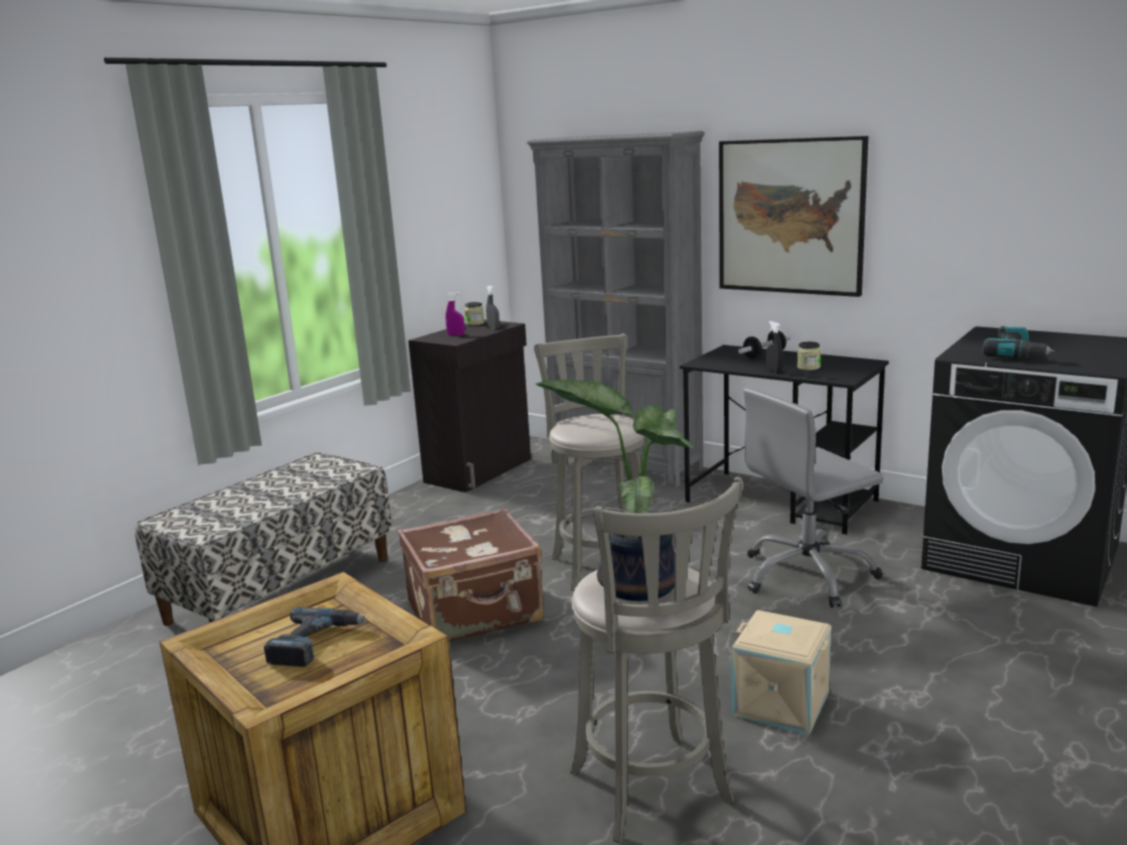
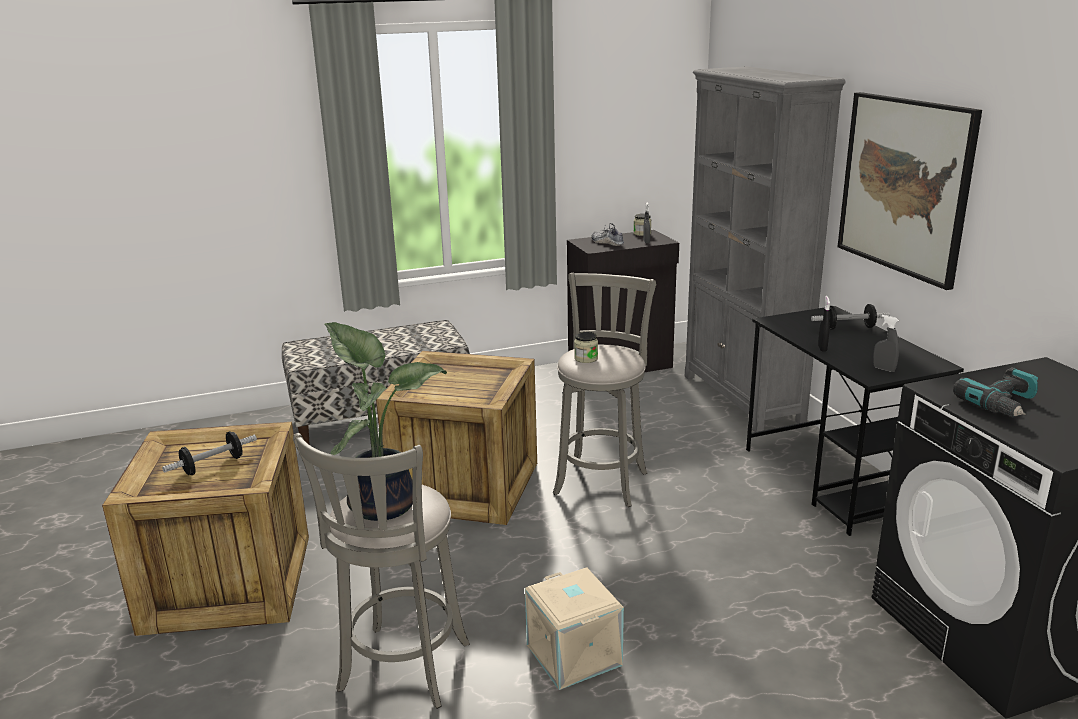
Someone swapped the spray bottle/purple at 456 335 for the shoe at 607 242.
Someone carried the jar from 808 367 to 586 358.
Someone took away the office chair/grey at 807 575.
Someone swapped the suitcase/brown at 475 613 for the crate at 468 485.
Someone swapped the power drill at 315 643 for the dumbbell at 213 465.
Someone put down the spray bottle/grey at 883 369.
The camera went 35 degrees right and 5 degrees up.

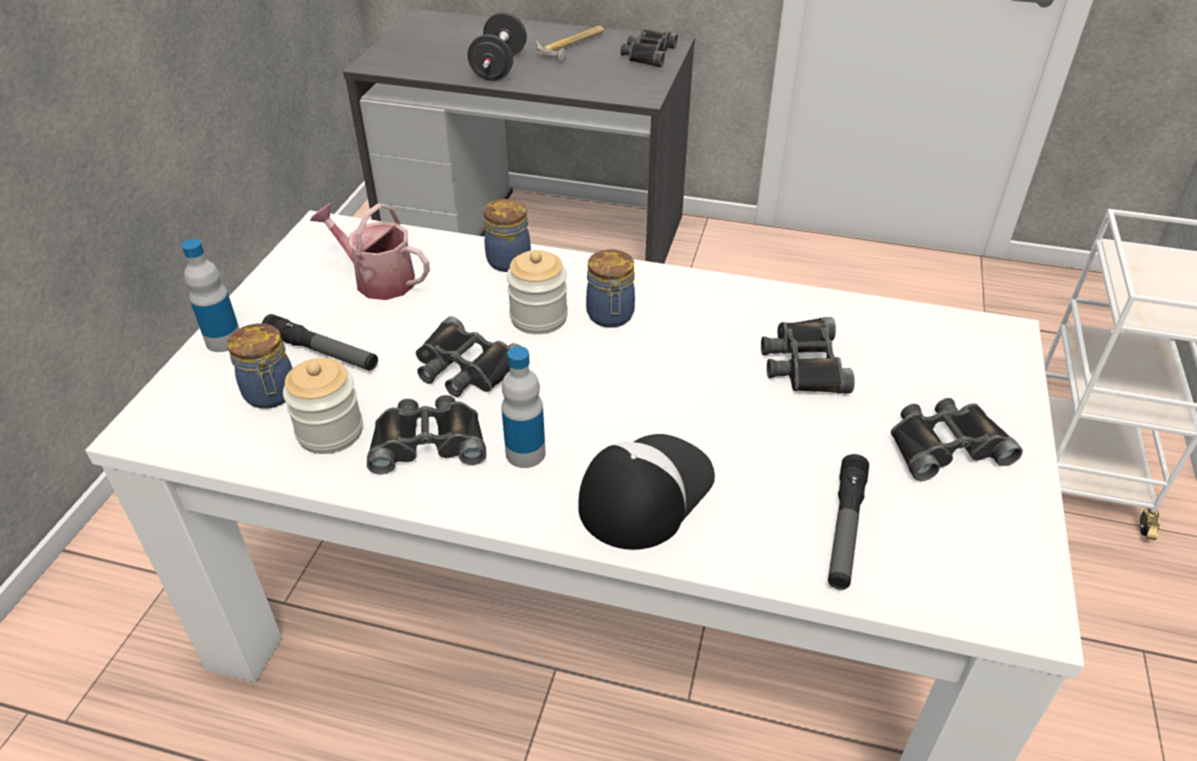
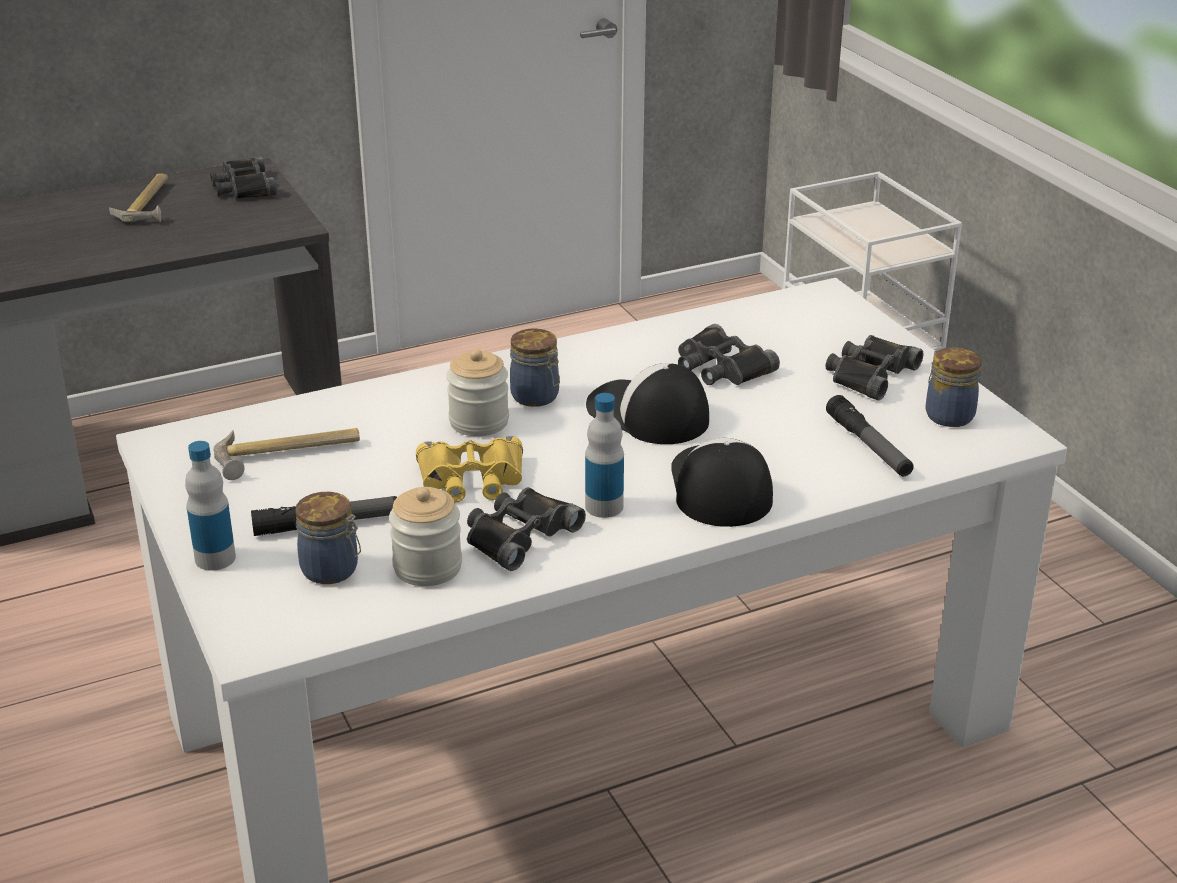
Someone took away the dumbbell/black at 499 67.
Someone carried the jar from 509 260 to 947 415.
Someone swapped the watering can at 378 279 for the hammer at 288 456.
Someone repainted the binoculars/black at 465 368, which became the binoculars/yellow at 471 479.
Someone put down the cap at 647 414.
The camera went 40 degrees left and 10 degrees down.

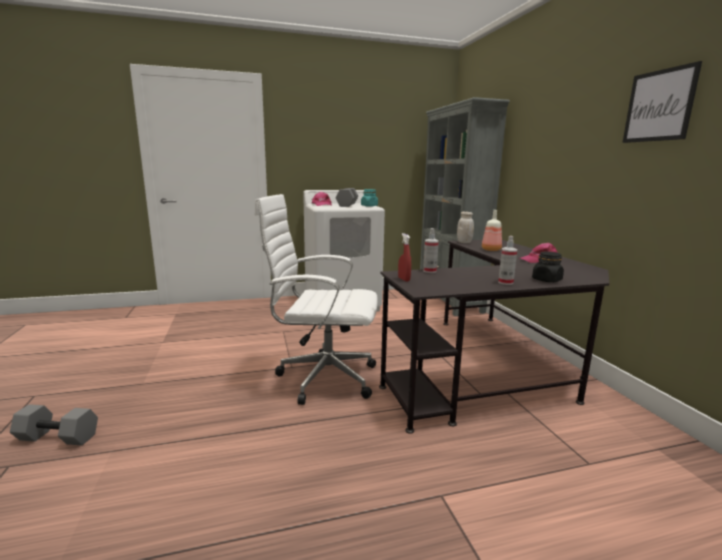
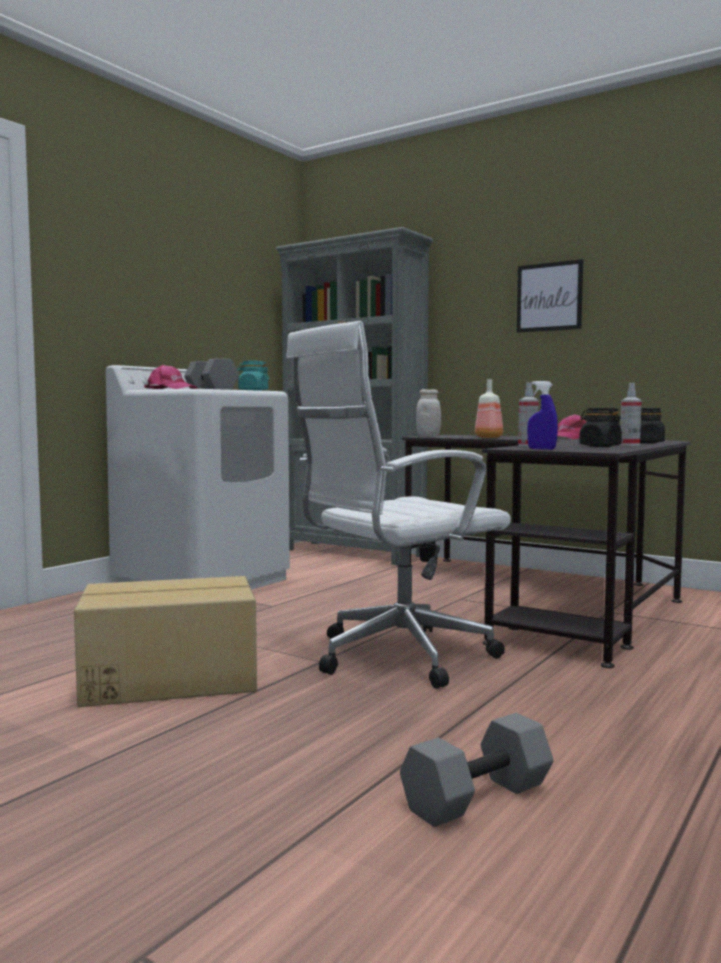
Someone carried the picture from 659 105 to 549 297.
Someone repainted the spray bottle/red at 404 279, which became the spray bottle/blue at 541 449.
Someone carried the dumbbell/grey from 59 437 to 476 796.
Someone put down the jar/black at 599 446.
Someone put down the cardboard box at 169 680.
The camera went 40 degrees left and 10 degrees down.

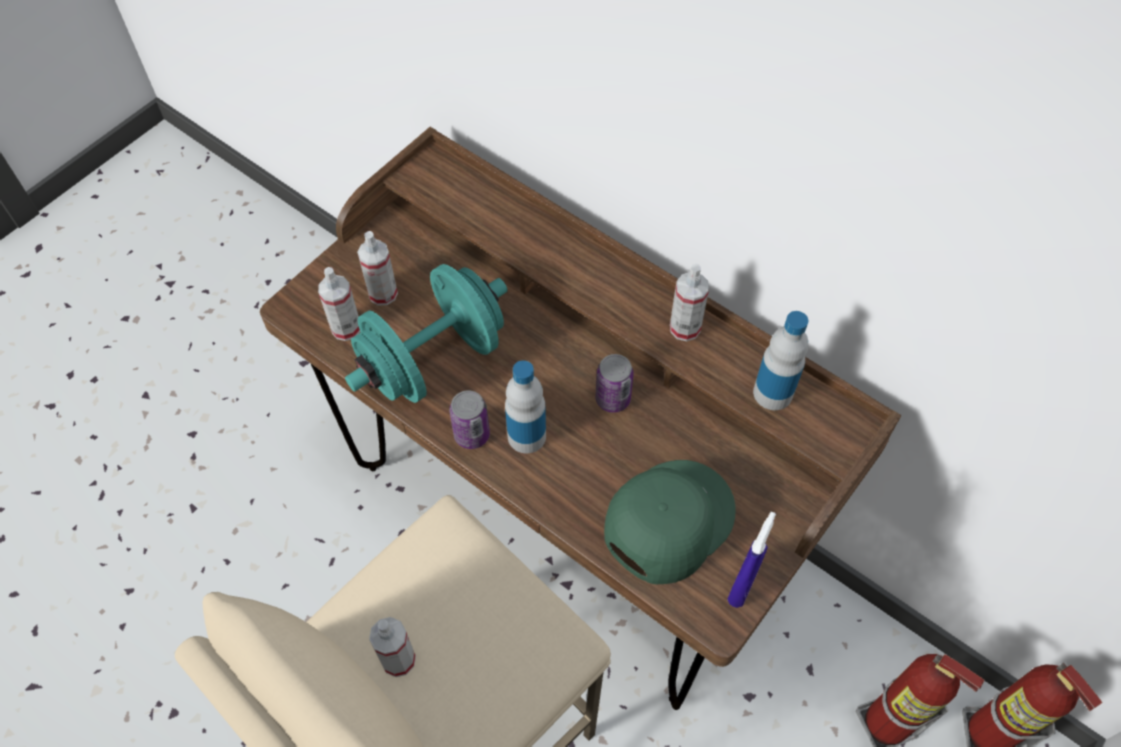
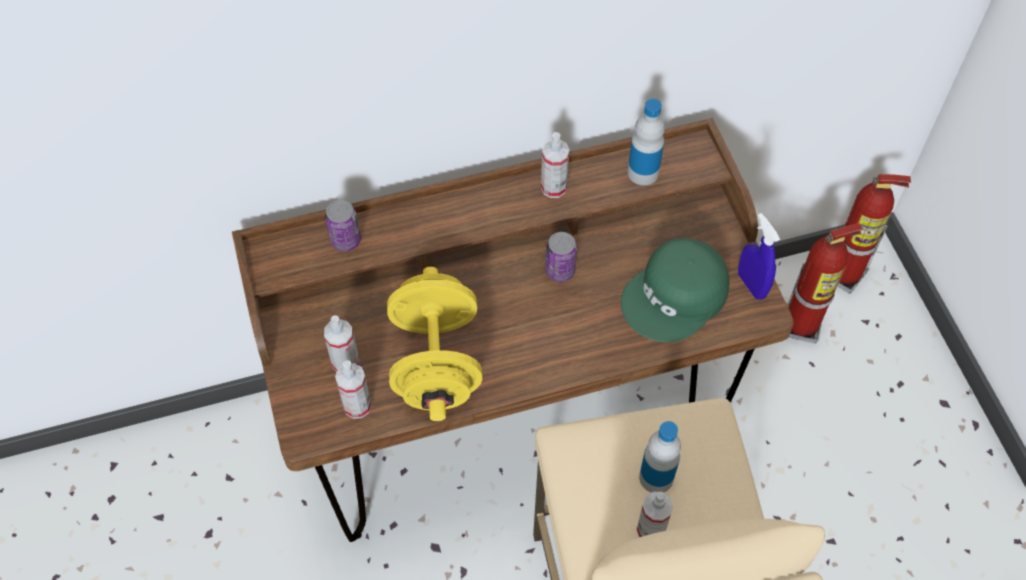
Someone repainted the dumbbell/turquoise at 433 360, which became the dumbbell/yellow at 436 363.
Someone carried the bottle from 526 436 to 656 477.
Someone carried the can from 472 434 to 345 240.
Someone rotated the cap/green at 667 520 by 120 degrees counterclockwise.
The camera went 55 degrees left and 0 degrees up.

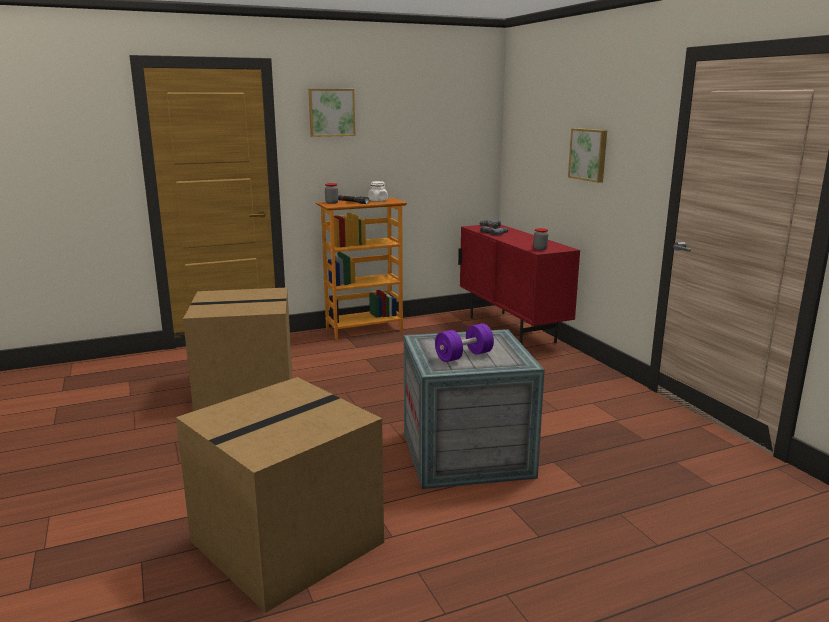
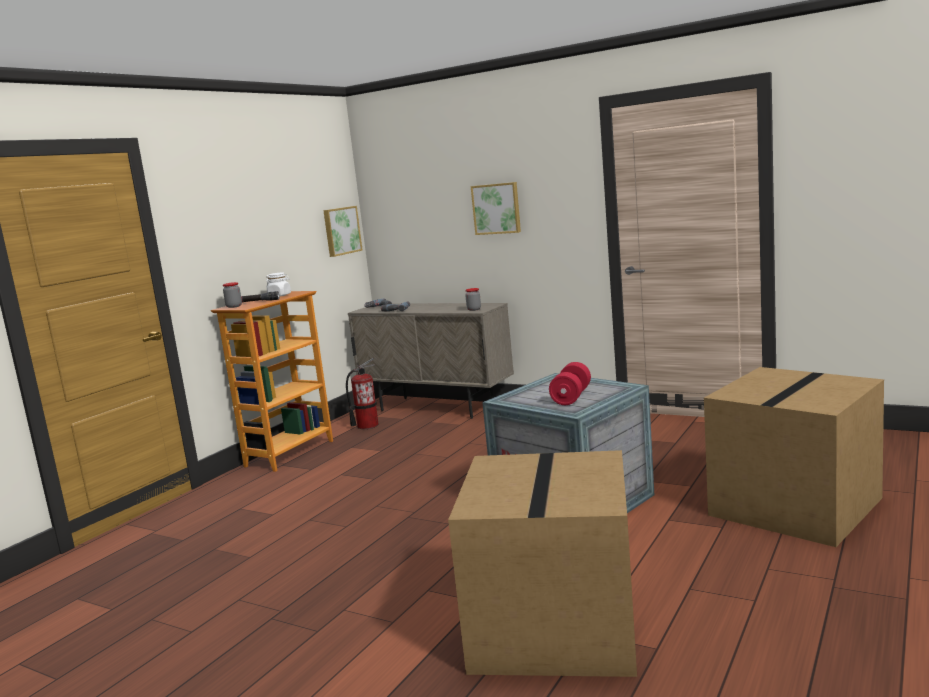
Someone carried the picture from 331 112 to 341 231.
Someone repainted the cabinet/red at 511 330, which became the cabinet/beige at 437 408.
Someone carried the cardboard box from 244 388 to 796 508.
Someone repainted the dumbbell/purple at 464 356, which became the dumbbell/red at 571 397.
Someone put down the fire extinguisher at 367 426.
The camera went 35 degrees left and 5 degrees down.

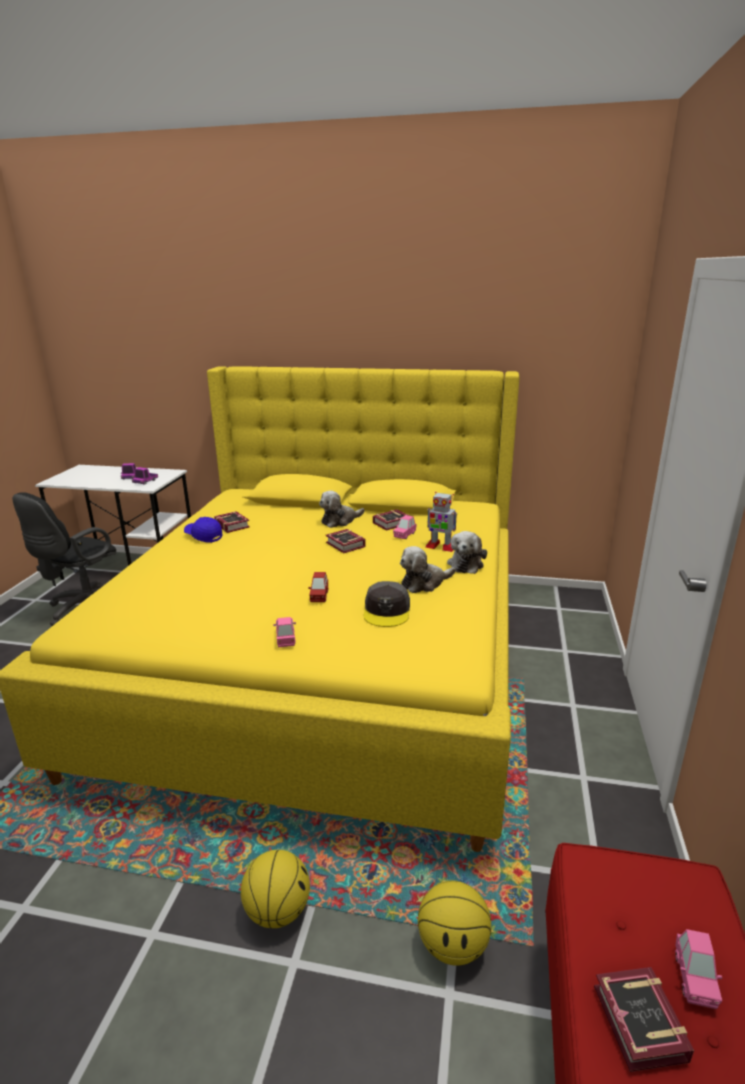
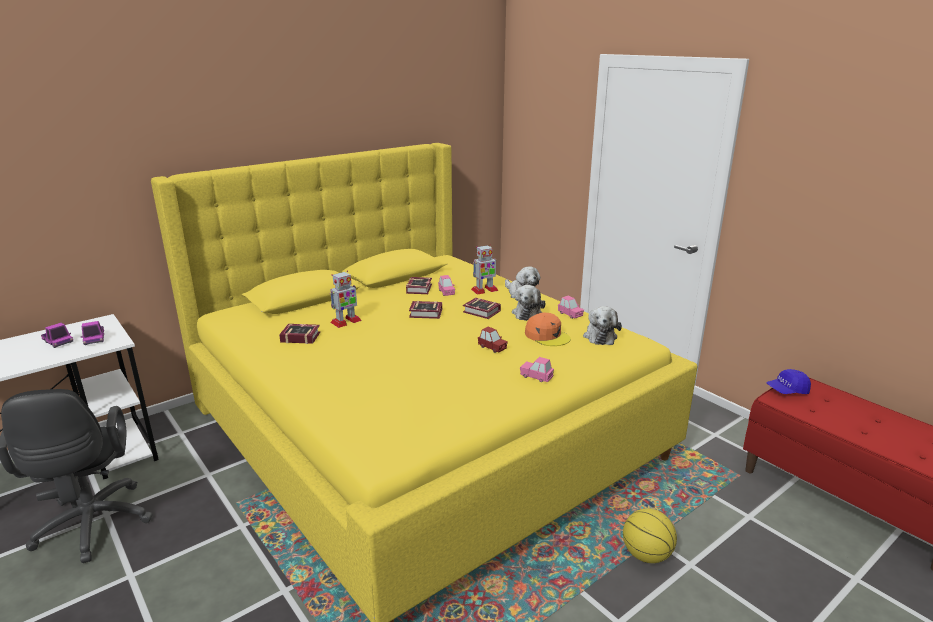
Someone carried the plush toy from 340 521 to 600 336.
Someone carried the cap/blue from 203 536 to 787 391.
Someone repainted the cap/grey at 387 611, which became the cap/orange at 547 336.
Someone took away the basketball at 453 945.
Someone carried the toy car/pink from 694 978 to 570 314.
Someone carried the book from 639 1027 to 482 312.
Someone put down the toy robot at 345 322.
The camera went 50 degrees left and 0 degrees up.

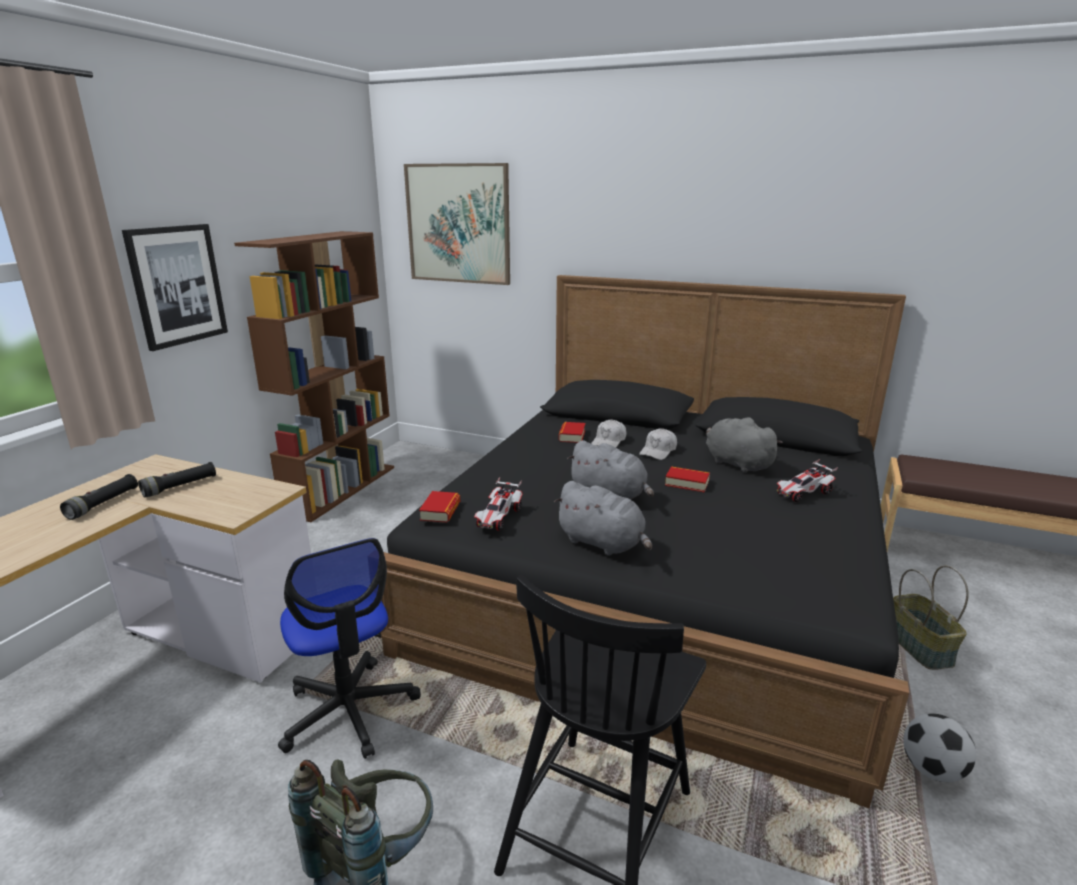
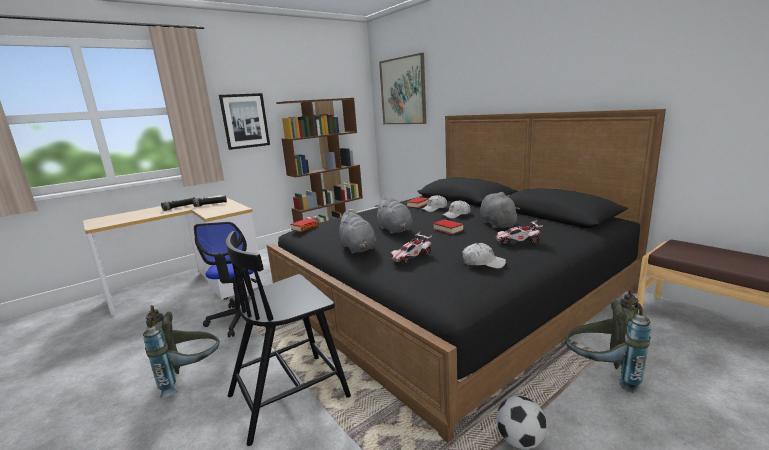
Someone carried the toy car from 499 517 to 411 258.
Someone swapped the basket at 921 647 for the backpack/grey at 601 373.
Someone put down the cap/white at 483 263.
The camera went 30 degrees right and 5 degrees down.

